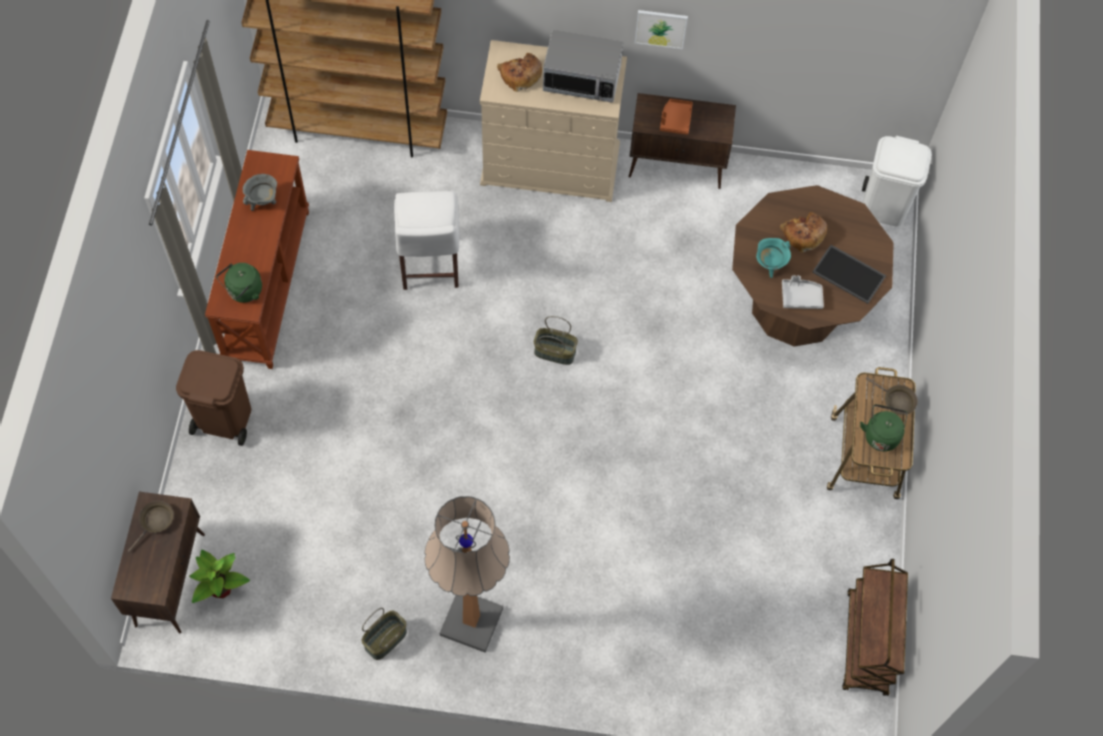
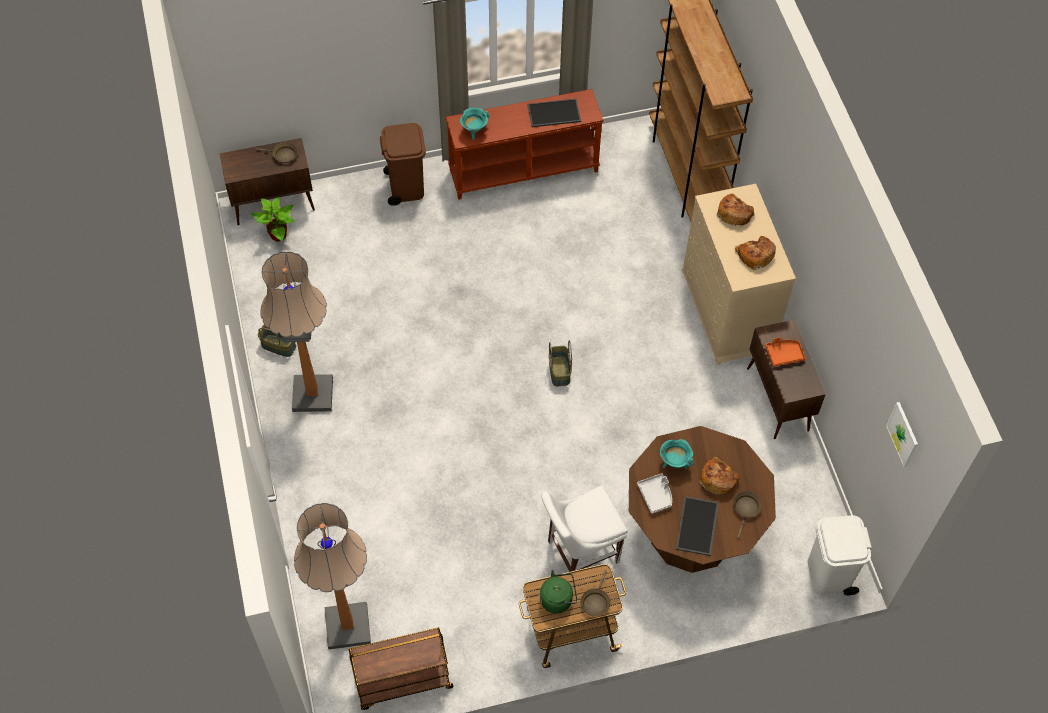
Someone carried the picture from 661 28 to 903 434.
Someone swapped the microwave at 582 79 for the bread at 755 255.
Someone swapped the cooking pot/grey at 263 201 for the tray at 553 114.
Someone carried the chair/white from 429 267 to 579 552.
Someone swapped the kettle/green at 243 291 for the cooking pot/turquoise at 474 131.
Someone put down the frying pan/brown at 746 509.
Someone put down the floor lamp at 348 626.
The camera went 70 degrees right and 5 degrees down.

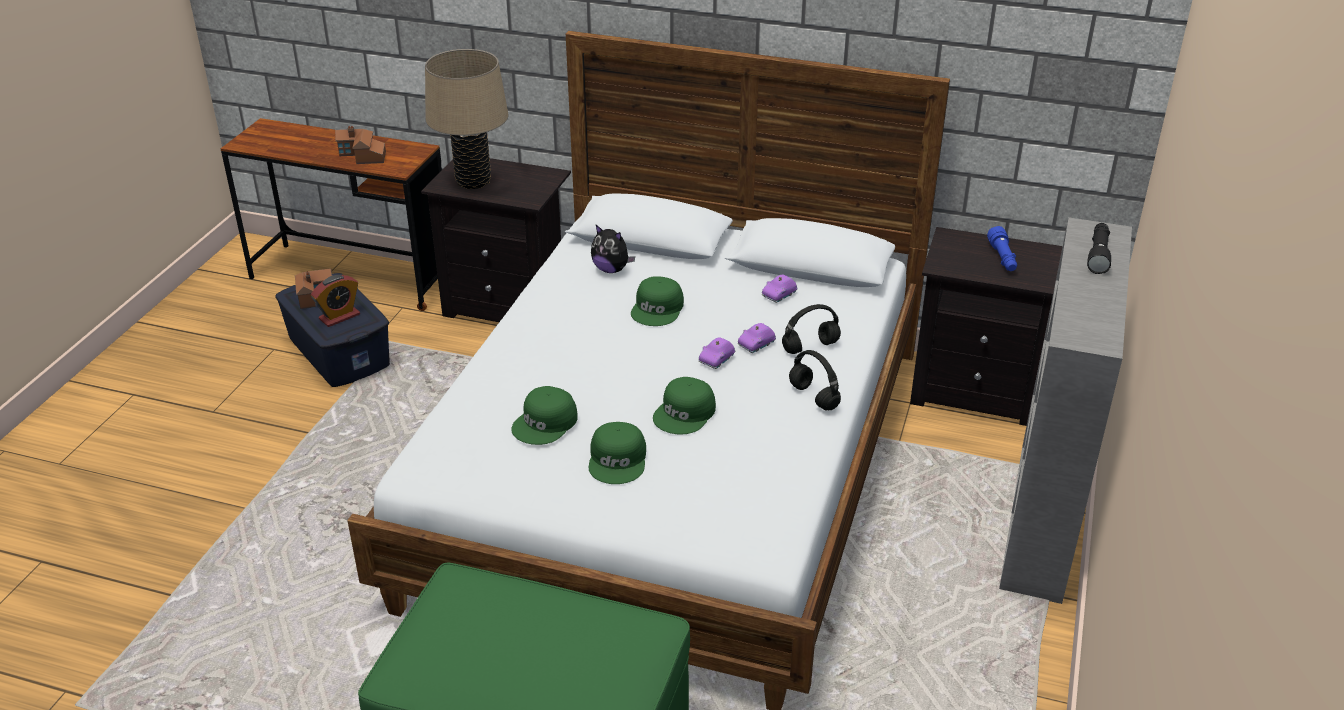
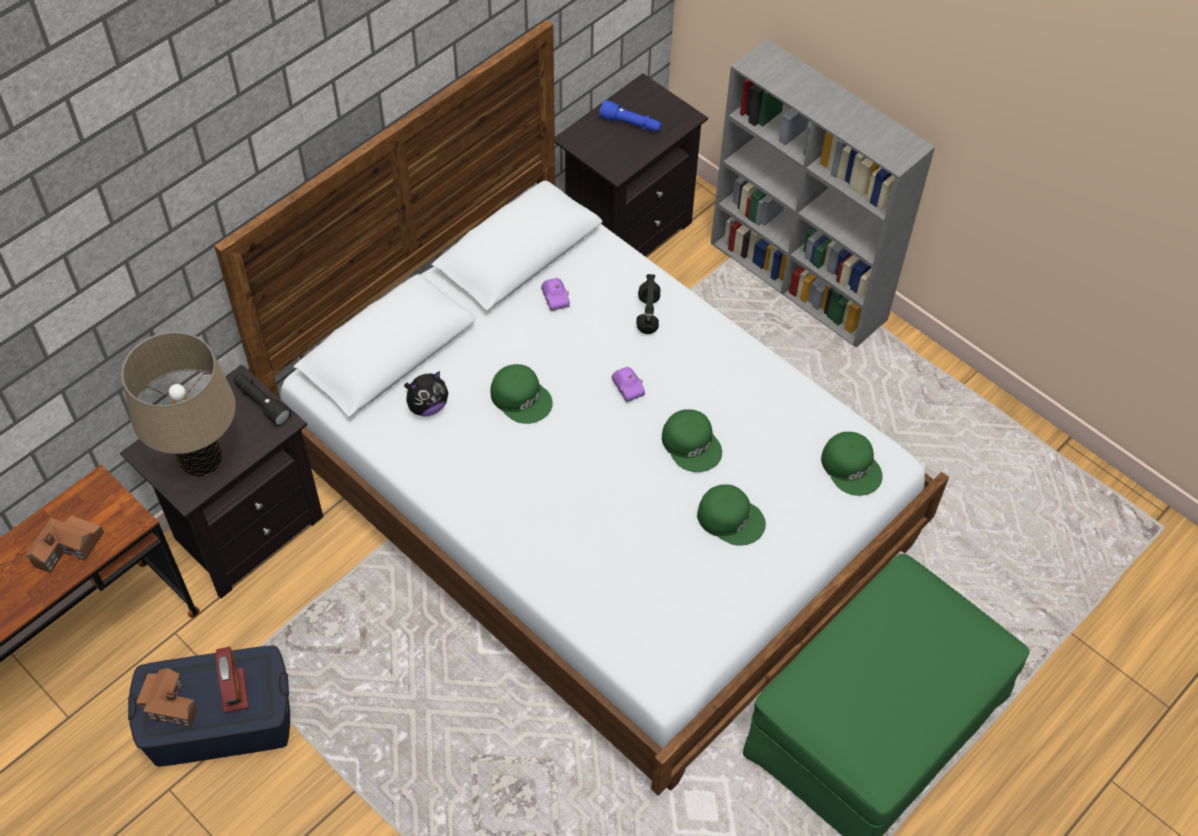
Someone carried the flashlight/black from 1098 254 to 261 403.
Someone took away the toy car/purple at 757 345.
Someone took away the headphones/black at 812 397.
Someone carried the cap/green from 546 423 to 852 466.
The camera went 65 degrees left and 20 degrees up.

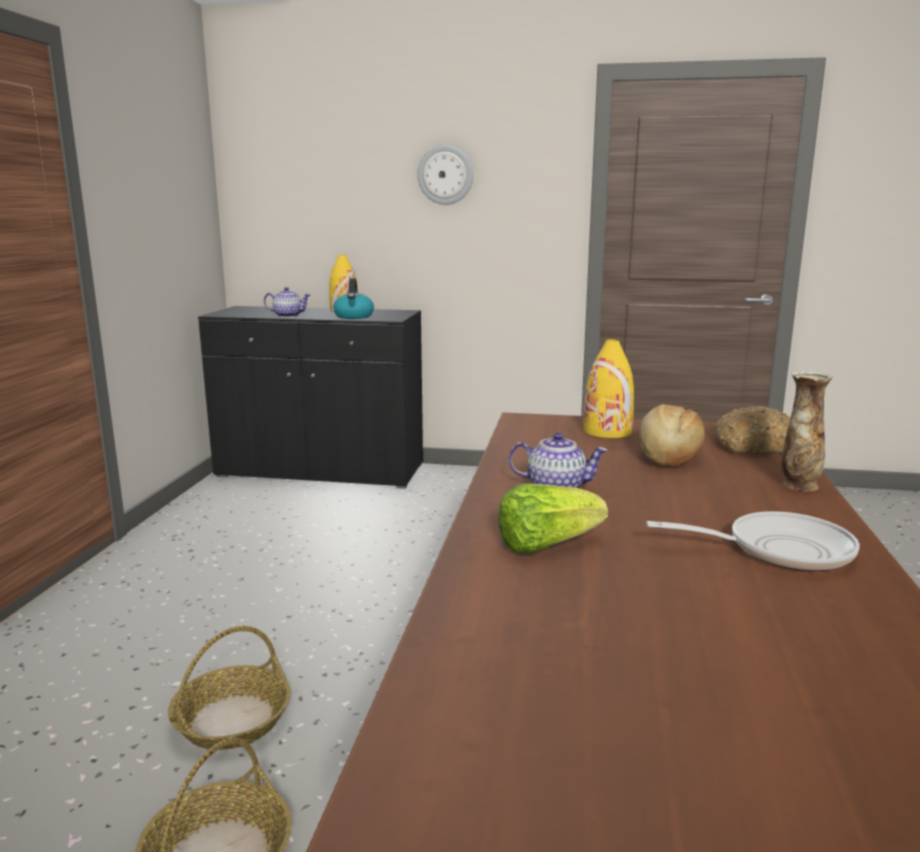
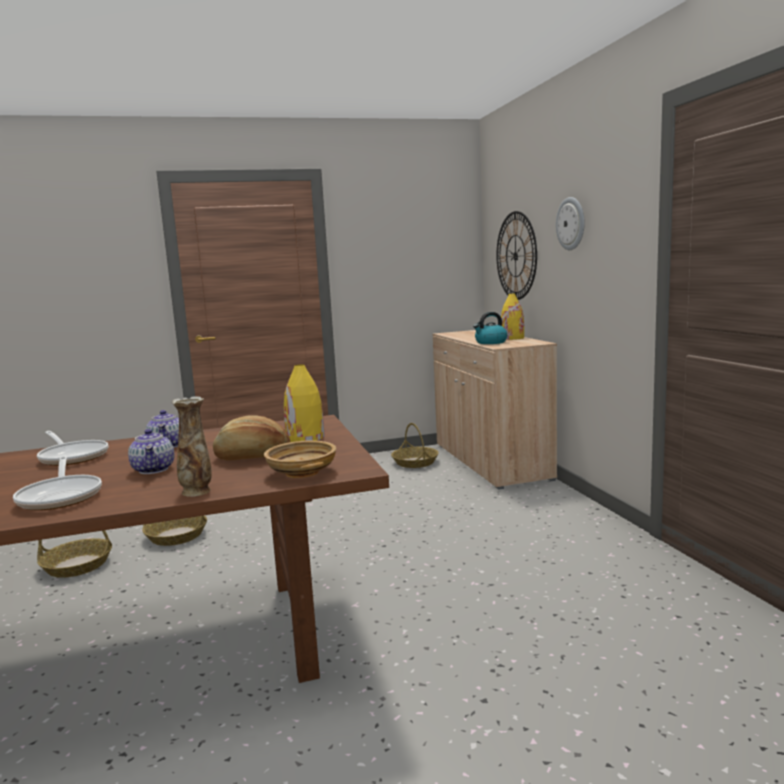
Someone carried the teapot from 288 316 to 154 469.
Someone repainted the cabinet/black at 320 471, which became the cabinet/beige at 490 461.
Someone swapped the bread at 754 445 for the bowl/beige at 301 472.
Someone swapped the lettuce at 546 545 for the frying pan at 72 457.
Someone put up the wall clock at 516 256.
Someone put down the basket at 415 462.
The camera went 65 degrees right and 5 degrees down.

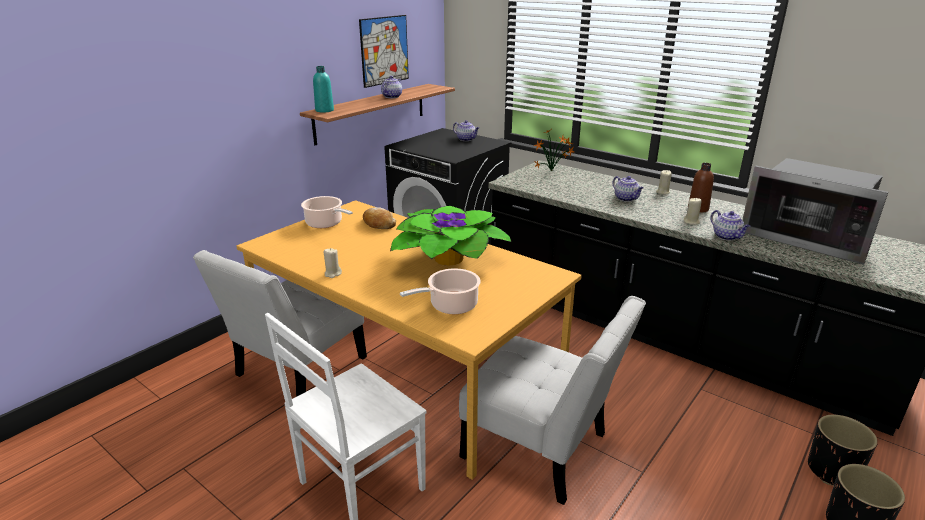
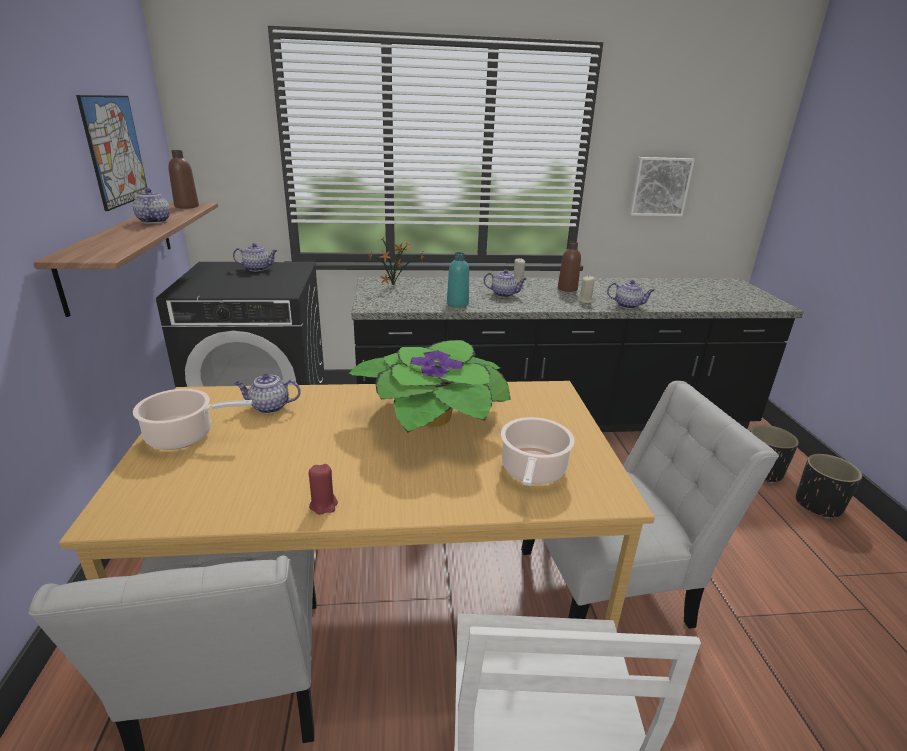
Someone carried the bottle/turquoise from 324 110 to 457 304.
Someone took away the microwave at 806 238.
Someone swapped the bread at 378 224 for the teapot at 269 407.
Someone repainted the candle/beige at 332 274, which became the candle/red at 323 505.
Someone put down the bottle/brown at 186 206.
Someone put up the picture at 659 186.
The camera went 45 degrees left and 0 degrees up.

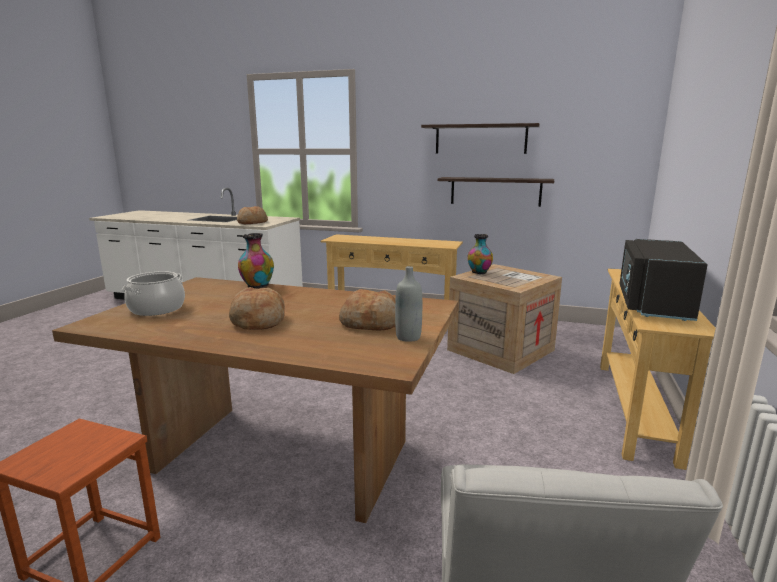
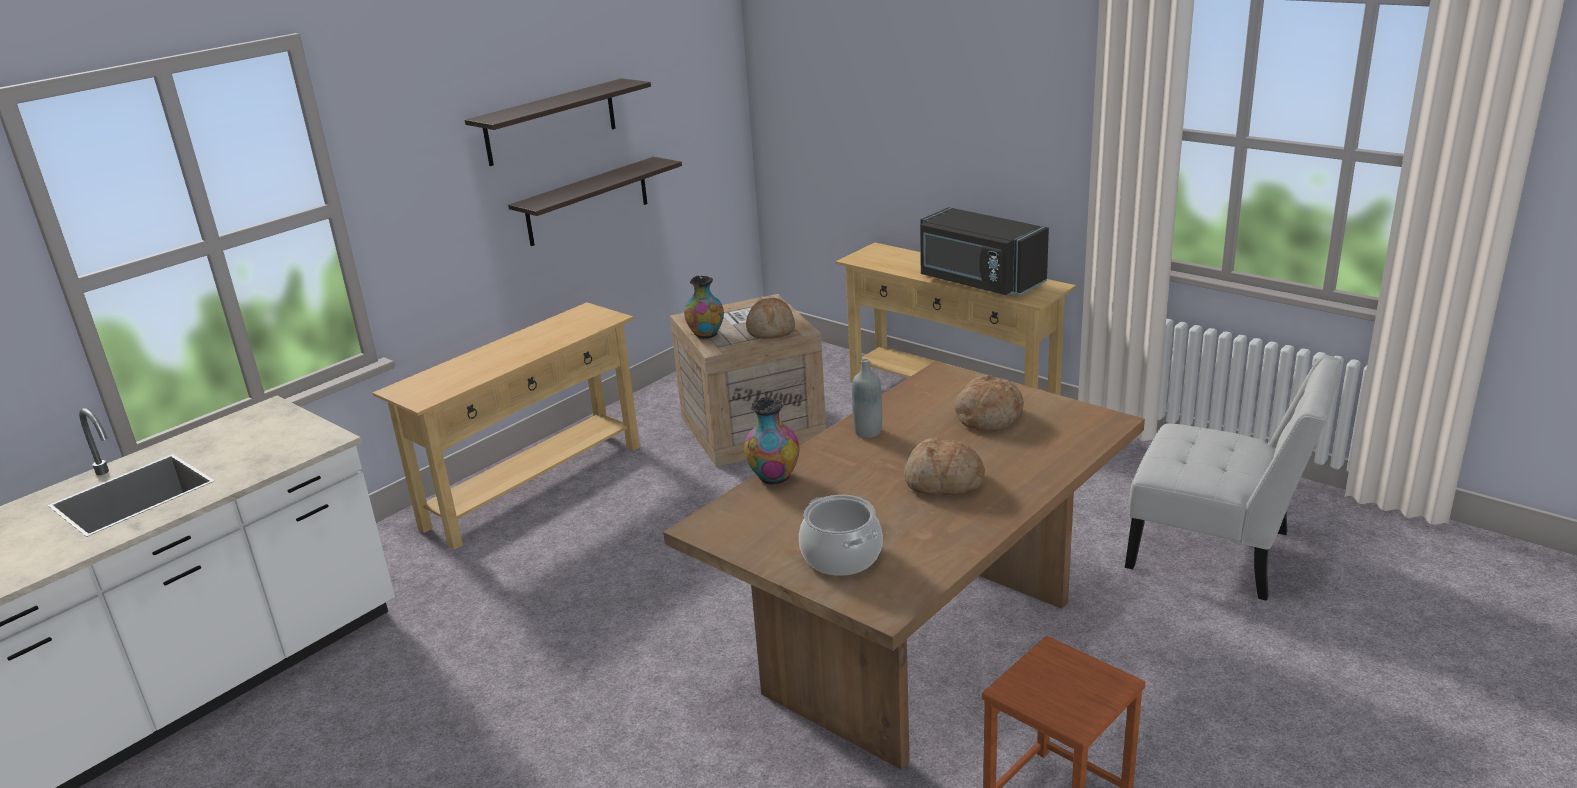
Someone carried the bread from 252 222 to 771 330.
Someone carried the bottle/grey from 408 337 to 867 432.
The camera went 65 degrees left and 10 degrees up.

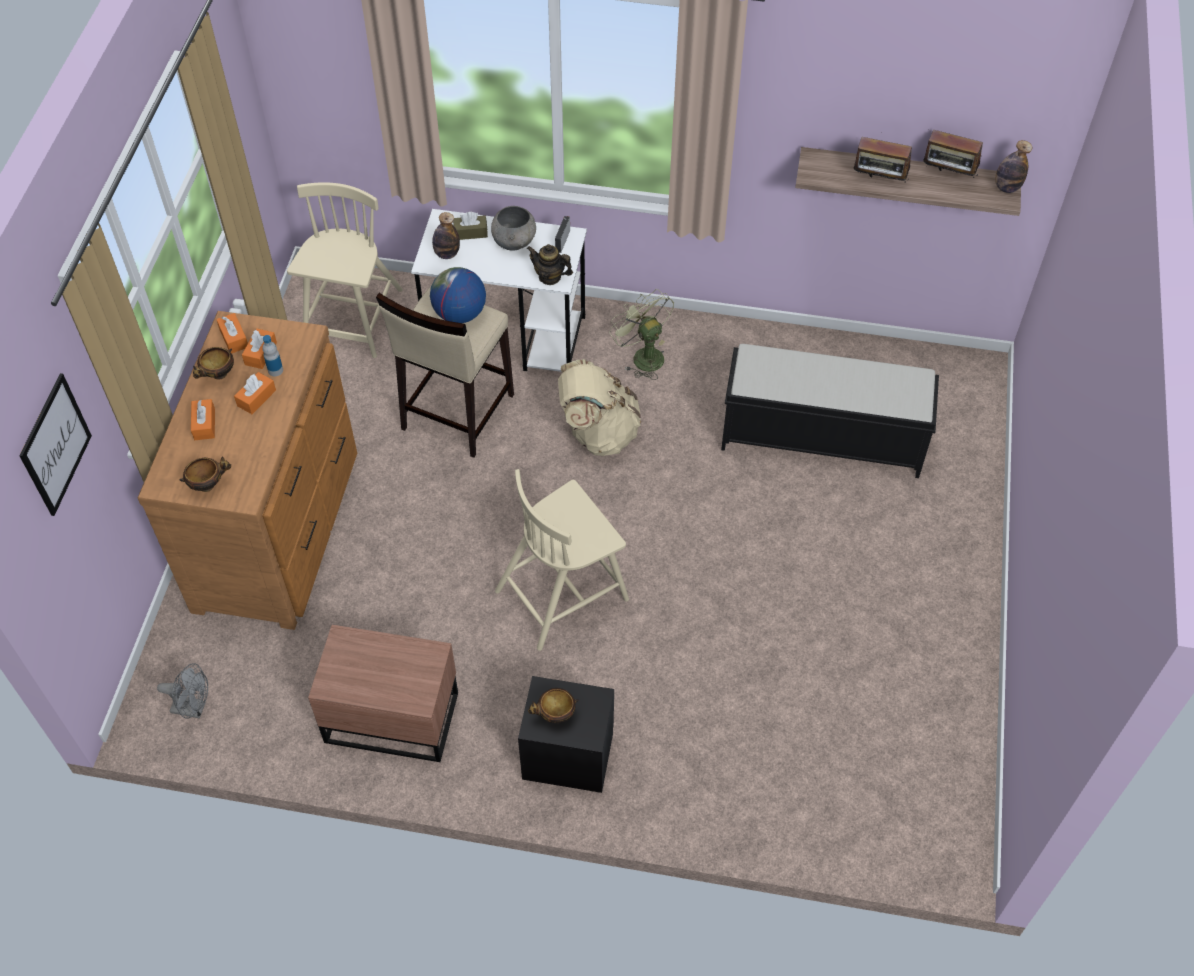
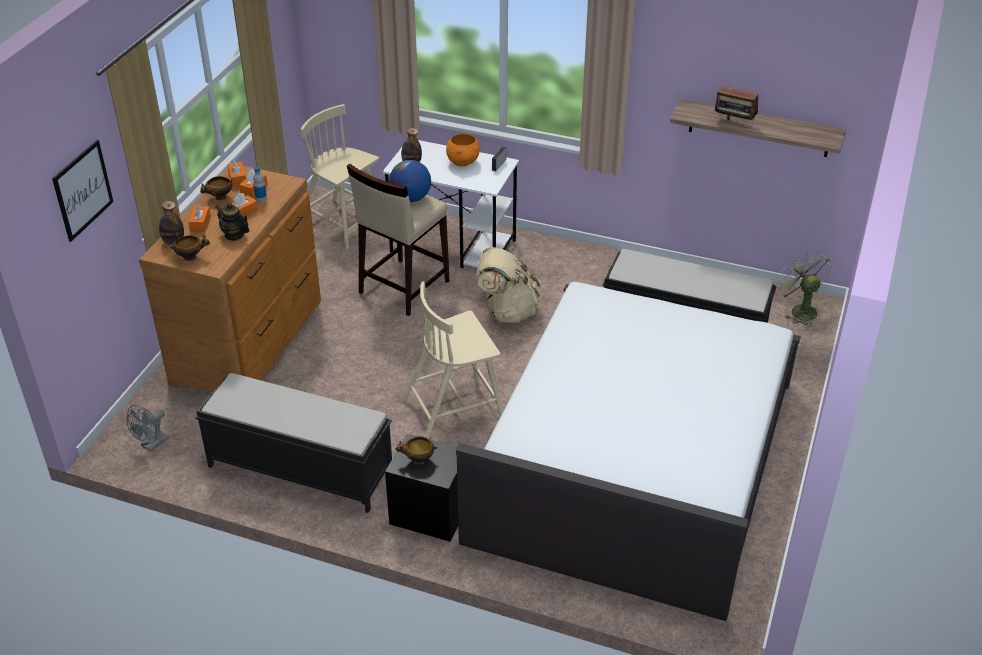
Someone took away the radio at 948 175.
Someone carried the bottle from 1006 187 to 173 241.
Someone rotated the chair/beige at 353 319 by 75 degrees counterclockwise.
Someone repainted the bowl/grey at 514 242, which became the bowl/orange at 463 162.
Someone took away the tissue box/brown at 471 232.
Someone carried the teapot from 550 277 to 234 235.
Someone carried the fan/green from 643 356 to 799 310.
Someone swapped the nightstand/brown at 390 715 for the bench/black at 299 468.
Someone rotated the fan/grey at 193 708 by 105 degrees clockwise.
Someone put down the bed/white at 634 459.
The camera went 10 degrees right and 15 degrees down.

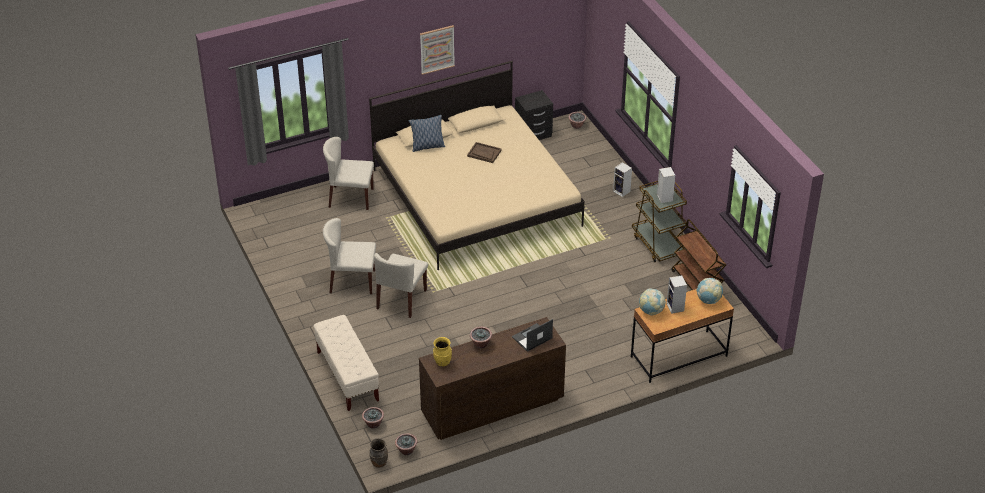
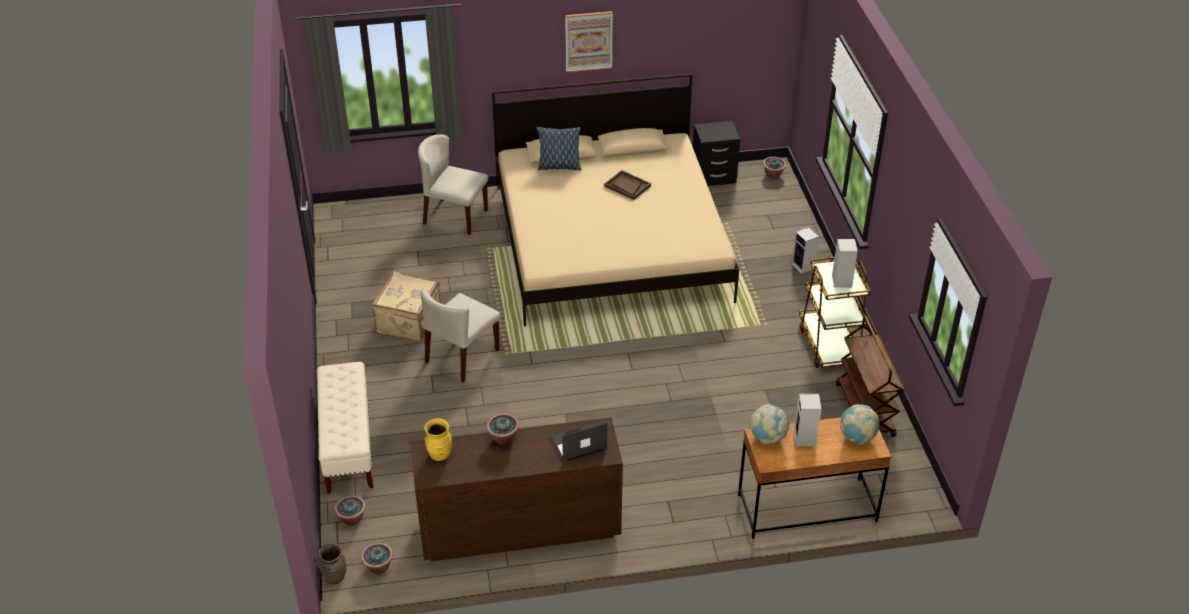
Someone swapped the chair/beige at 352 281 for the suitcase/beige at 410 321.
The camera went 15 degrees right and 0 degrees up.

